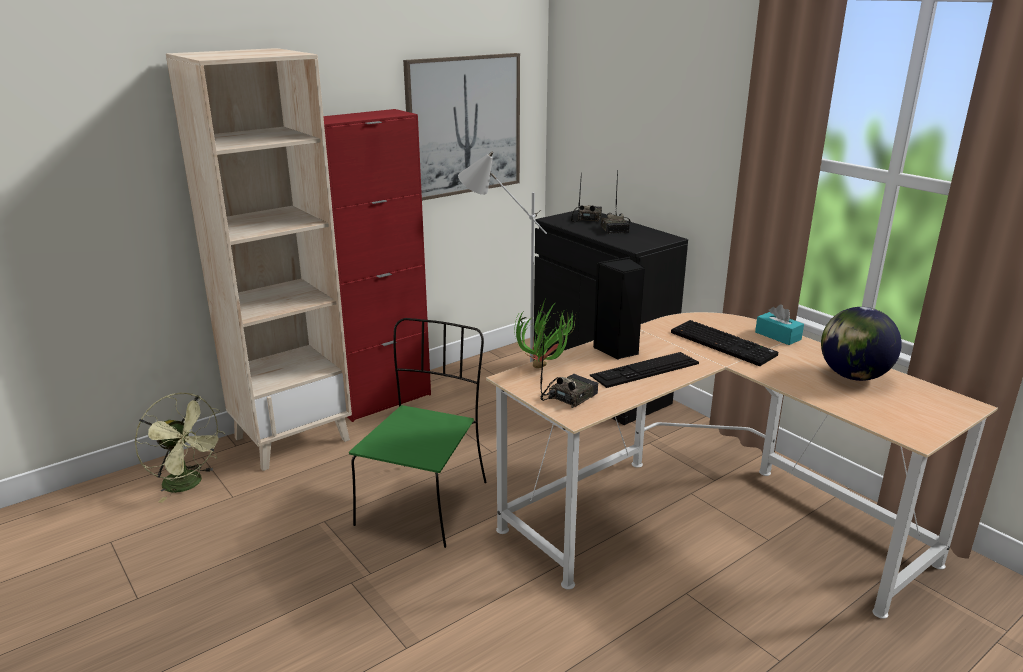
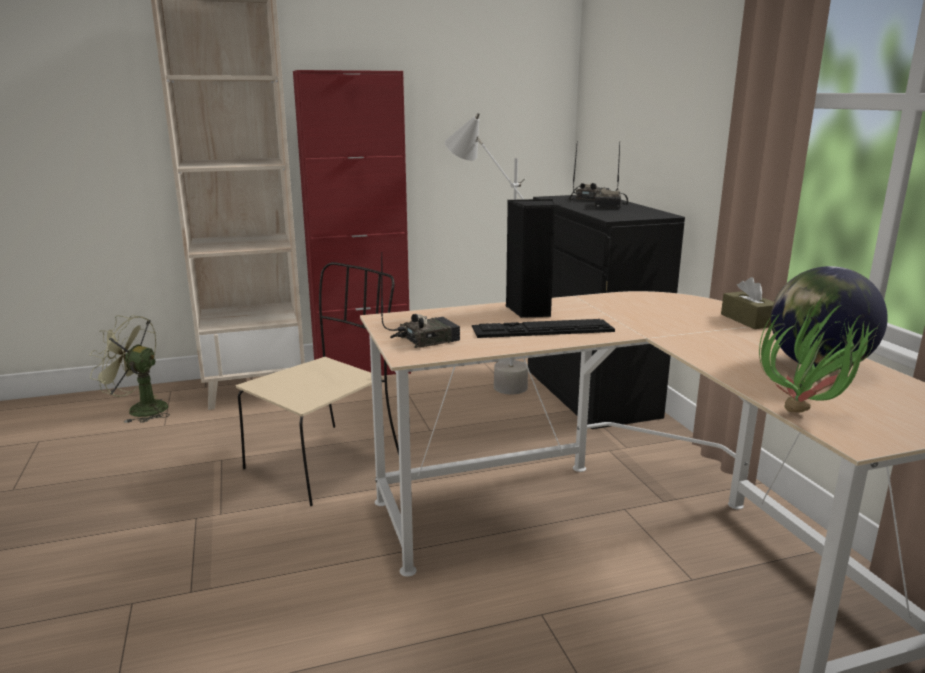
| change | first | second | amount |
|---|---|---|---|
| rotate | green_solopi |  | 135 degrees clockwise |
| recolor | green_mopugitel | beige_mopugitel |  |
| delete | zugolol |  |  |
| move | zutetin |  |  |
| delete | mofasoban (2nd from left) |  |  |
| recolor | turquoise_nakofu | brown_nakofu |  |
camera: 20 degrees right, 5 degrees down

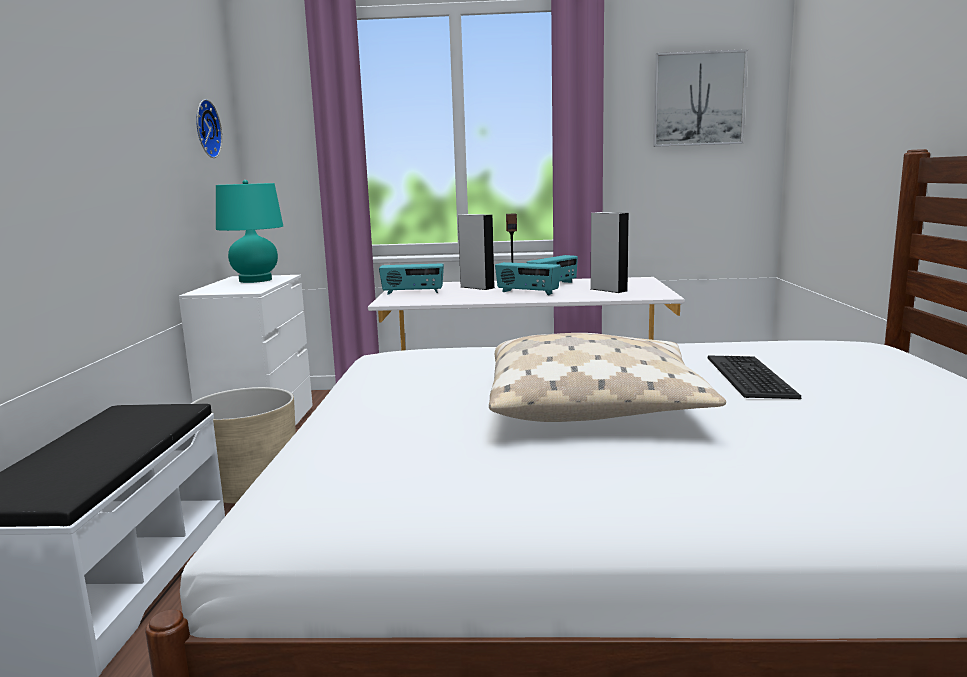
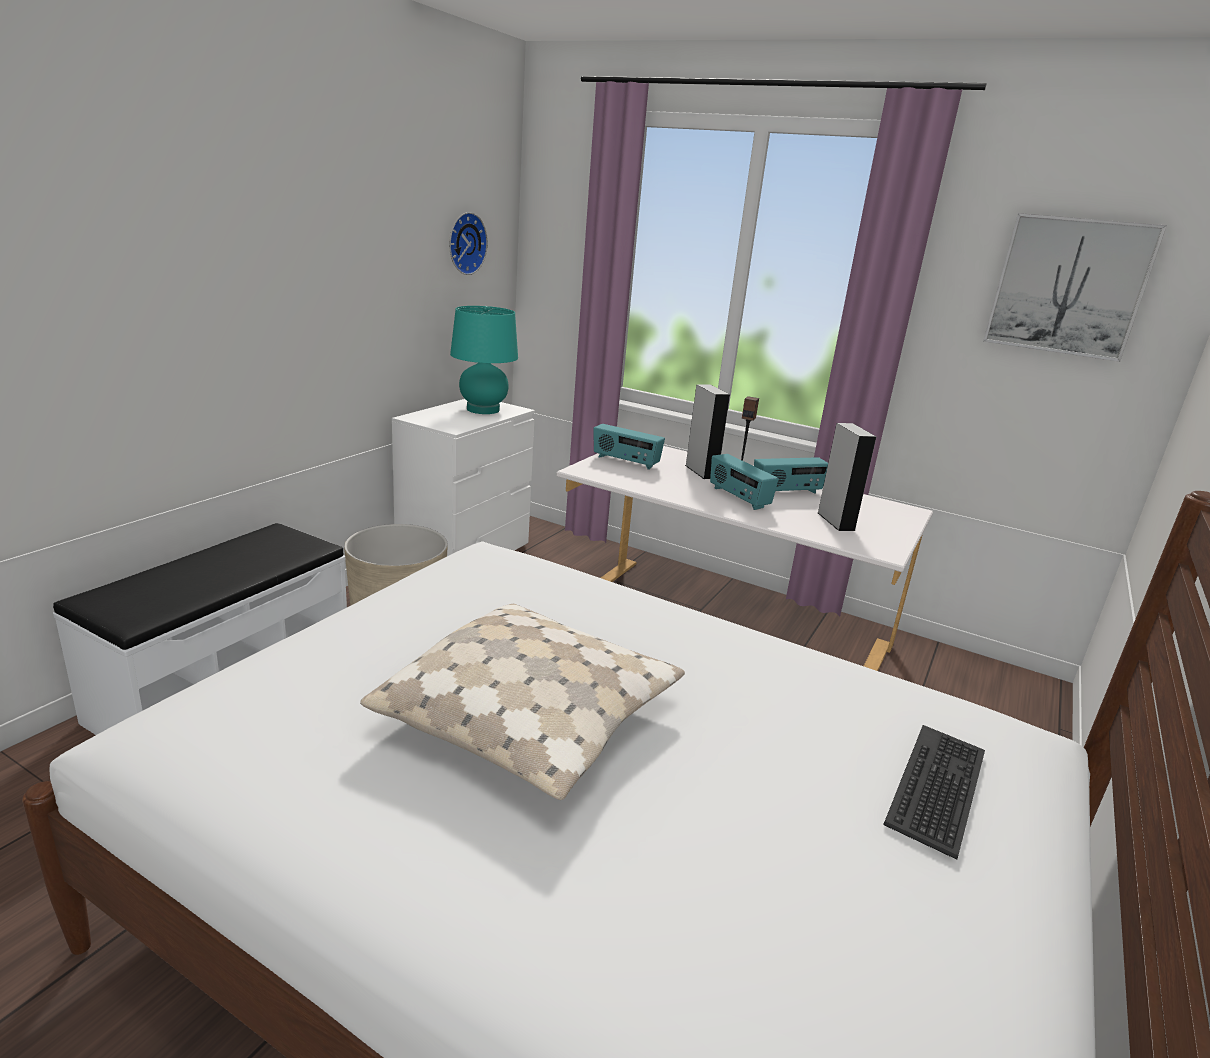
| change | first | second | amount |
|---|---|---|---|
| move | mofasoban |  |  |
camera: 25 degrees right, 10 degrees up

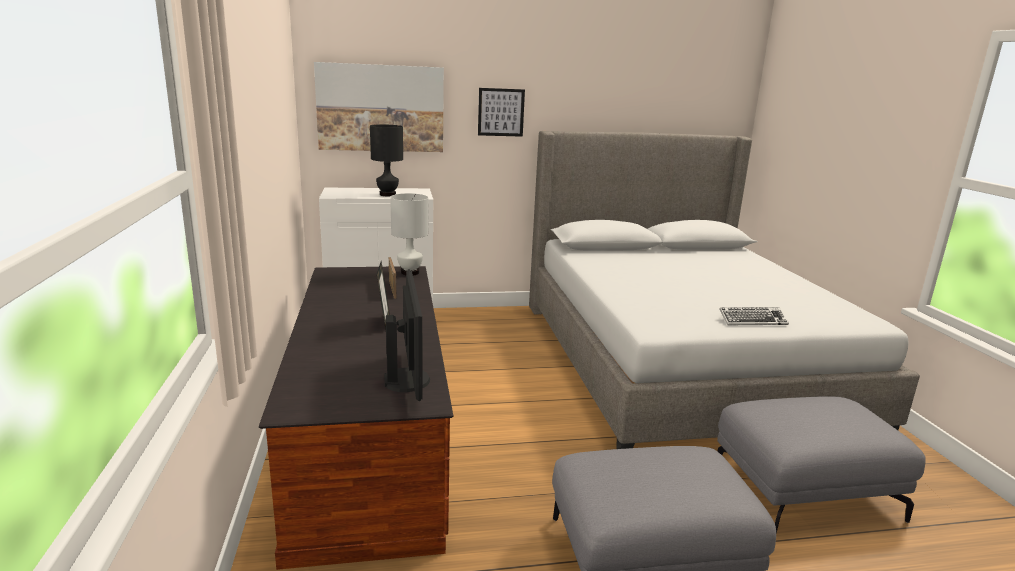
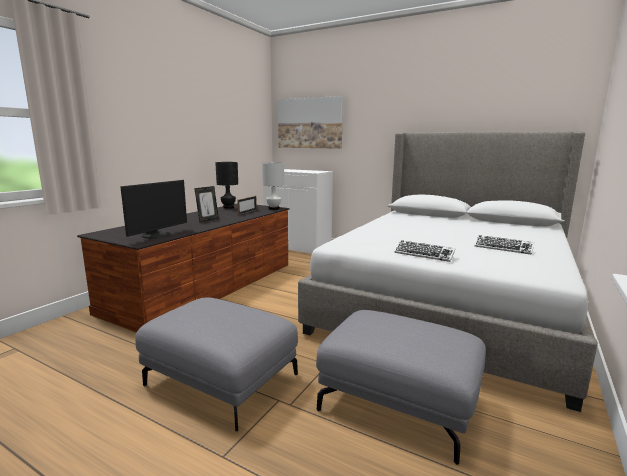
| change | first | second | amount |
|---|---|---|---|
| move | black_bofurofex |  |  |
| delete | zugolol (2nd from left) |  |  |
| insert |  | mofasoban (2nd from left) |  |
camera: 40 degrees right, 5 degrees down

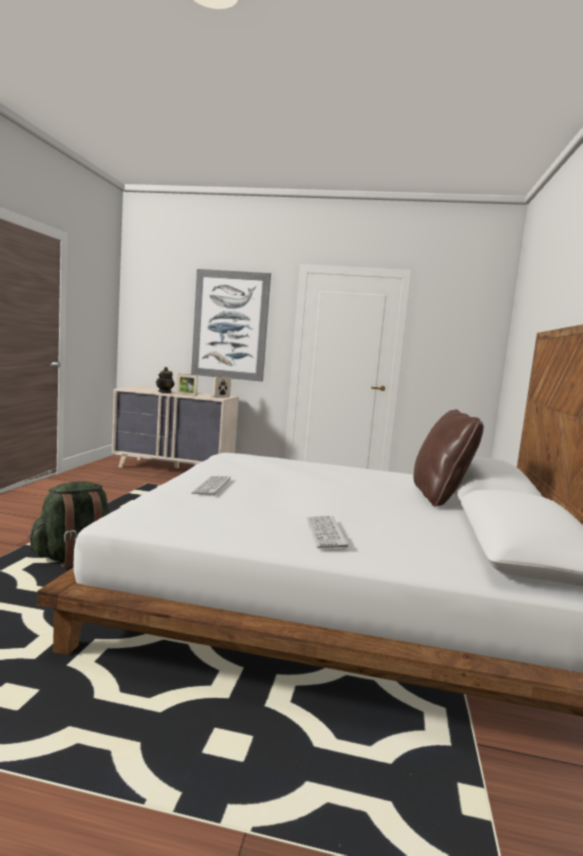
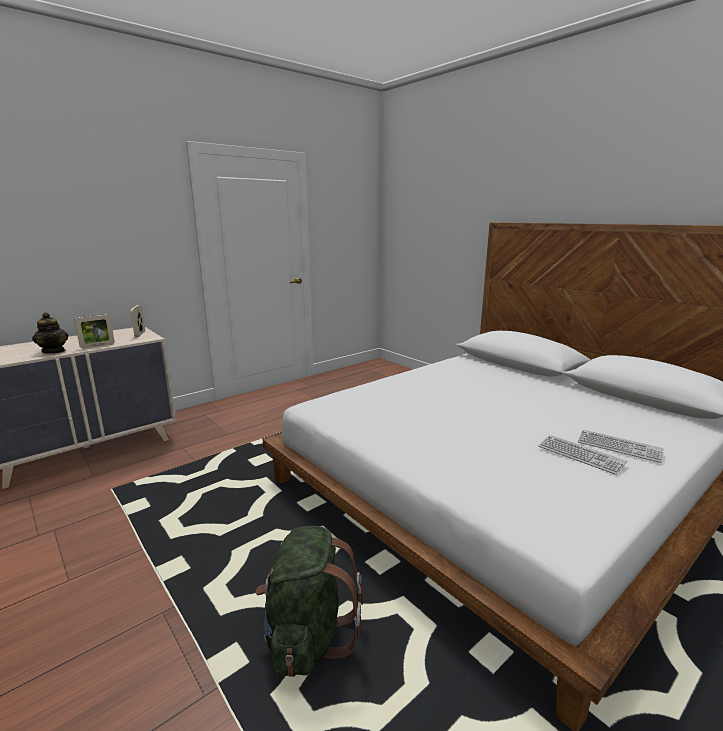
| change | first | second | amount |
|---|---|---|---|
| delete | zugolol |  |  |
| move | mofasoban (1st from left) |  |  |
| delete | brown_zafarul |  |  |
camera: 50 degrees left, 10 degrees up

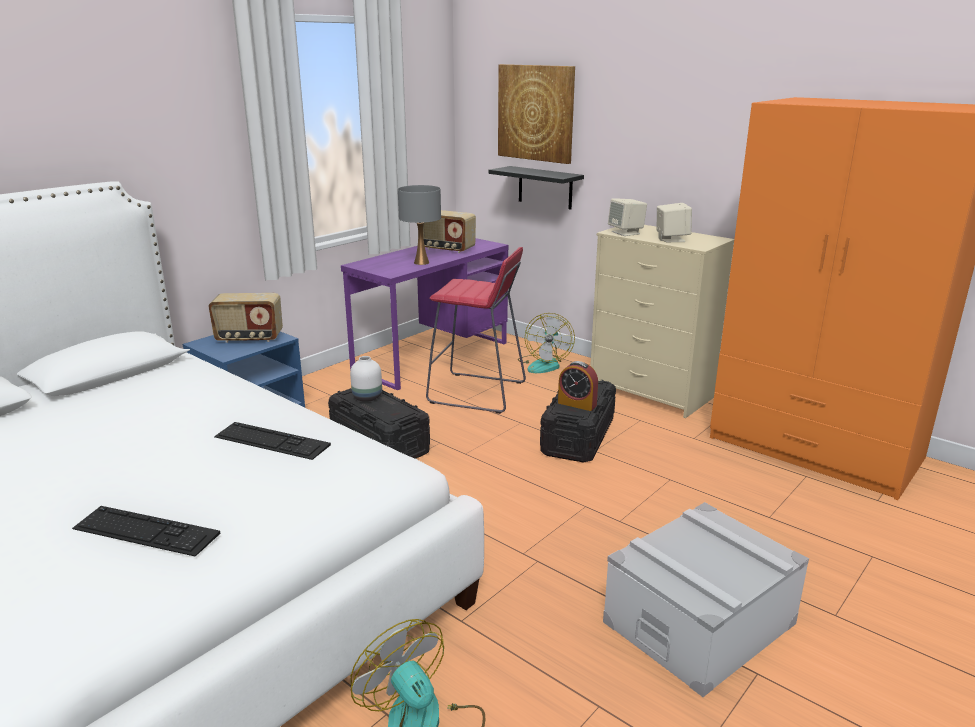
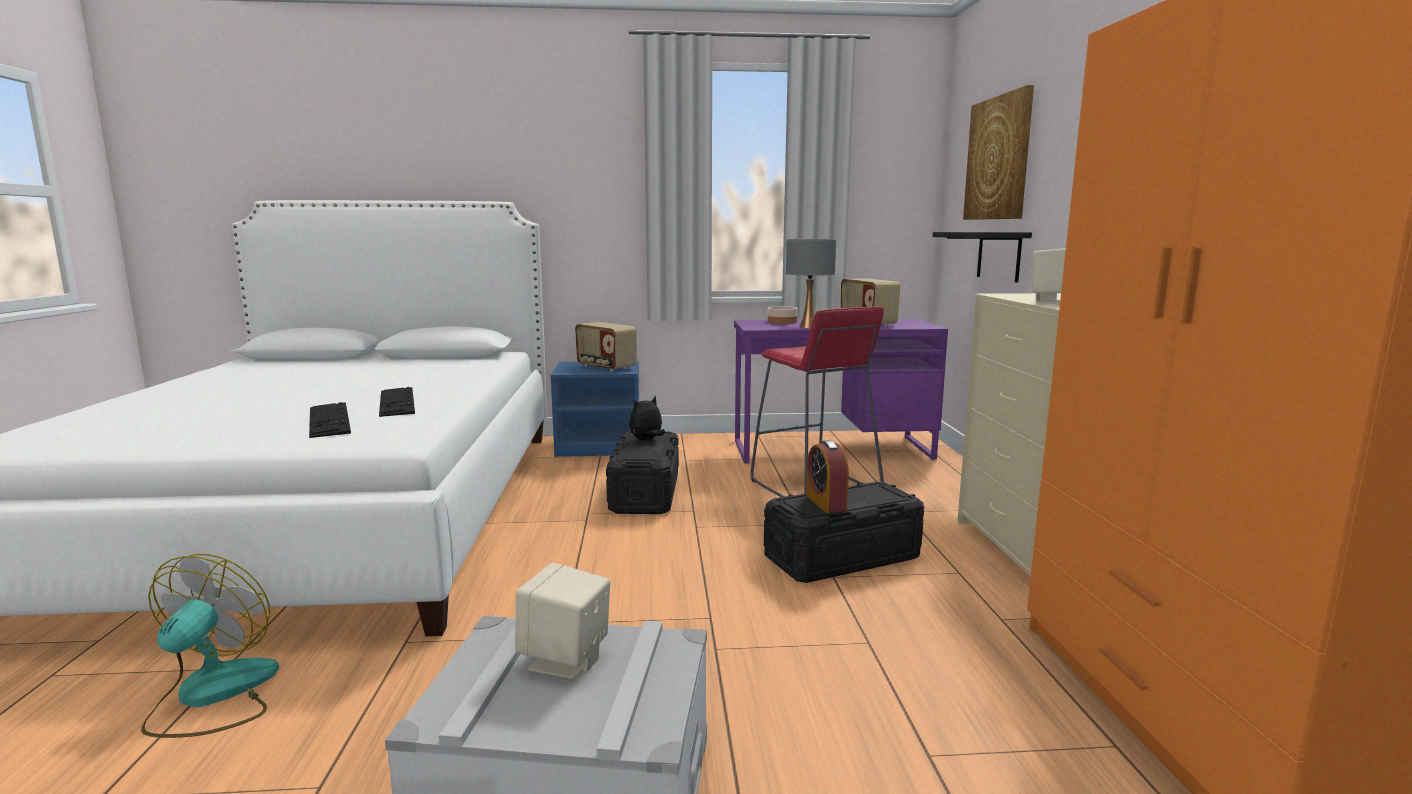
| change | first | second | amount |
|---|---|---|---|
| move | mofasoban (1st from left) |  |  |
| replace | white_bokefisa | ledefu |  |
| delete | solopi (2nd from left) |  |  |
| move | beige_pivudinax (1st from left) |  |  |
| insert |  | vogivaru |  |
camera: 45 degrees right, 10 degrees down

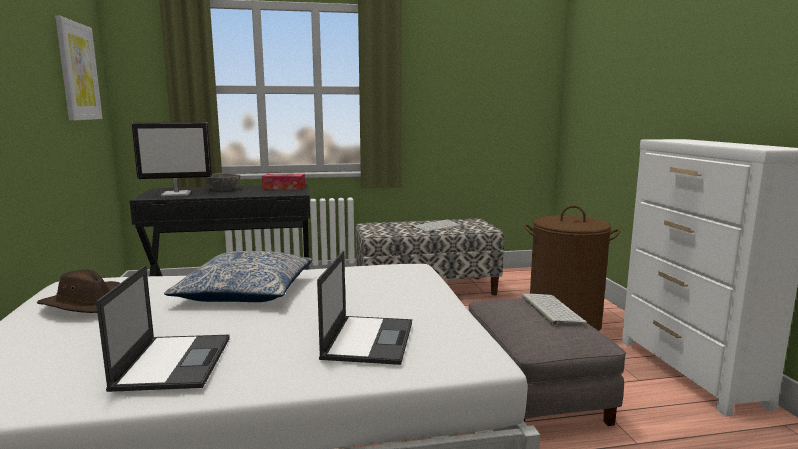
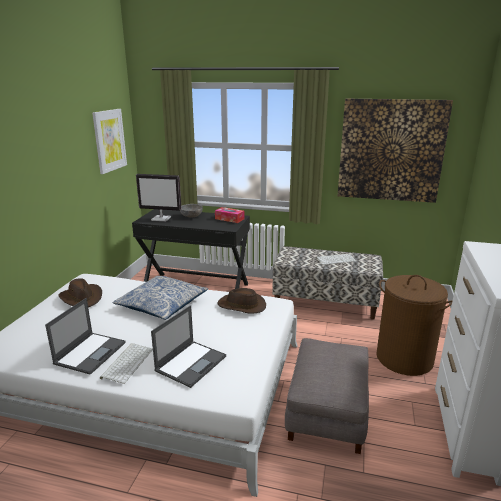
| change | first | second | amount |
|---|---|---|---|
| move | mofasoban (2nd from left in the first image) | mofasoban (1st from left) |  |
| insert |  | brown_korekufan (2nd from left) |  |
| insert |  | zugolol (2nd from left) |  |
camera: 25 degrees right, 10 degrees up

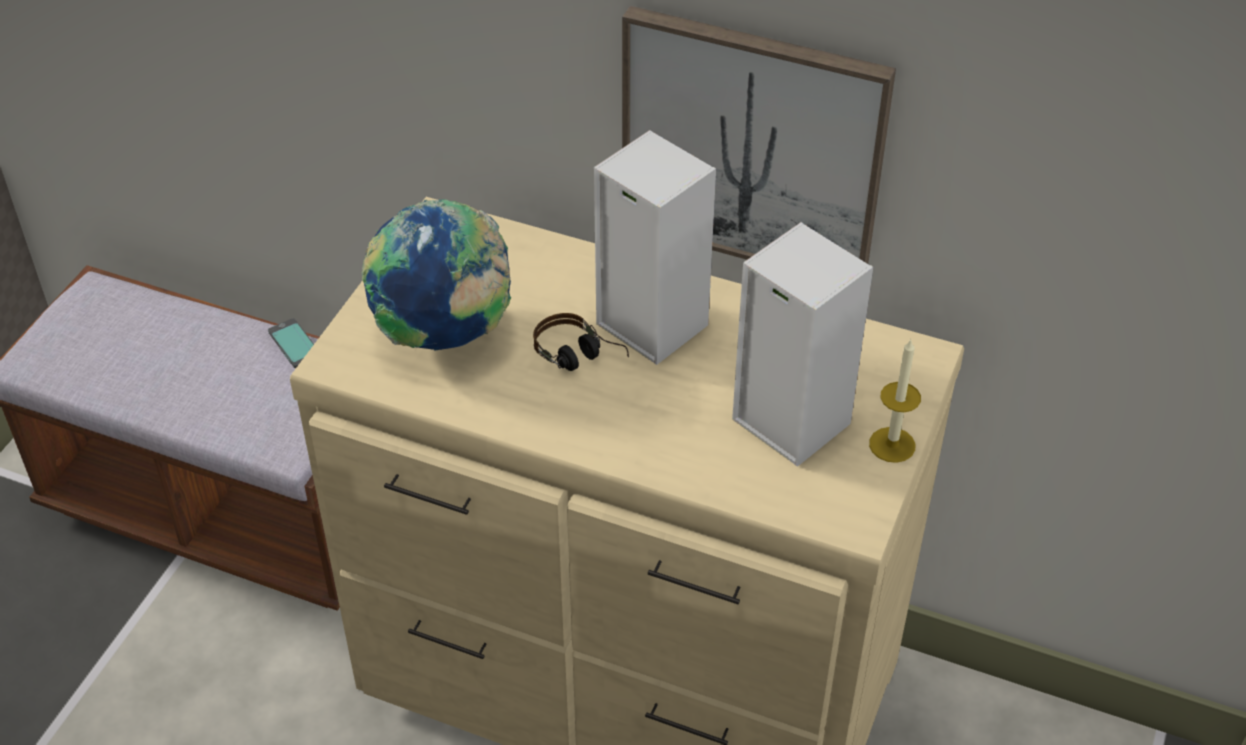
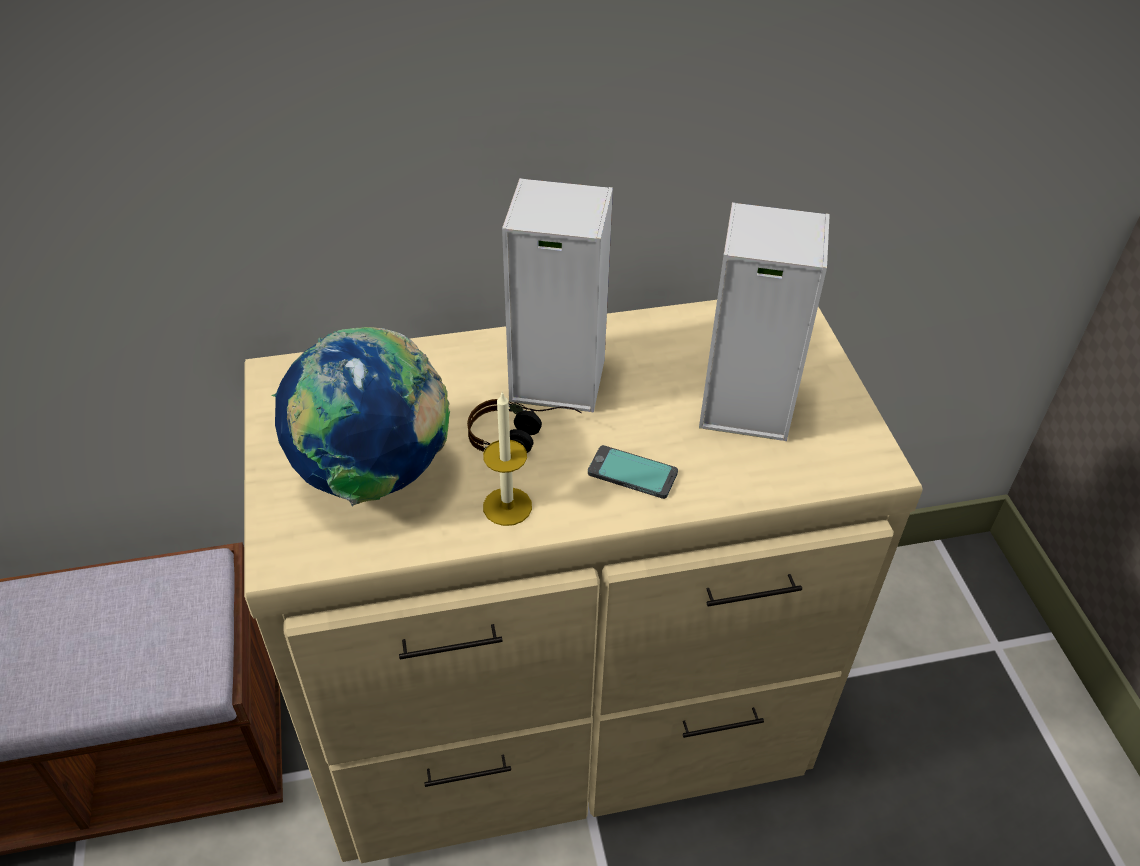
| change | first | second | amount |
|---|---|---|---|
| move | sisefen |  |  |
| delete | zugolol |  |  |
| move | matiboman |  |  |
camera: 35 degrees left, 0 degrees up

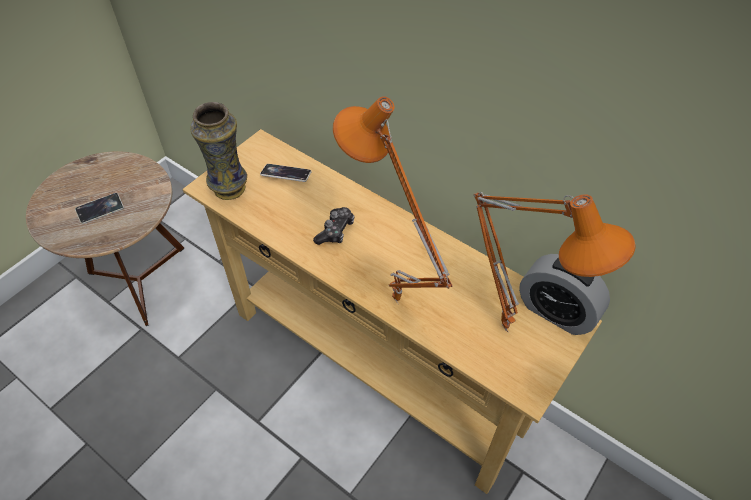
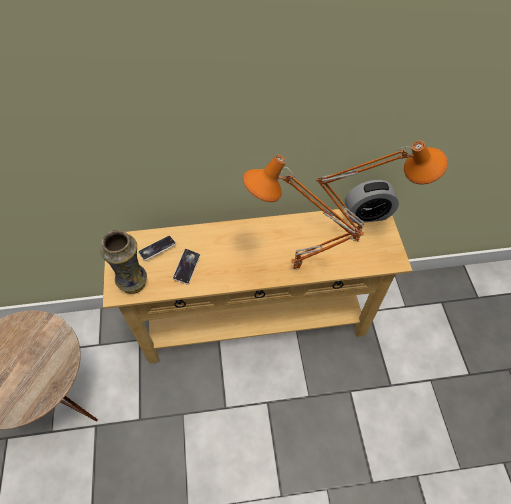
| change | first | second | amount |
|---|---|---|---|
| move | sisefen (1st from left in the first image) | sisefen (2nd from left) |  |
| delete | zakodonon |  |  |
camera: 45 degrees left, 5 degrees up

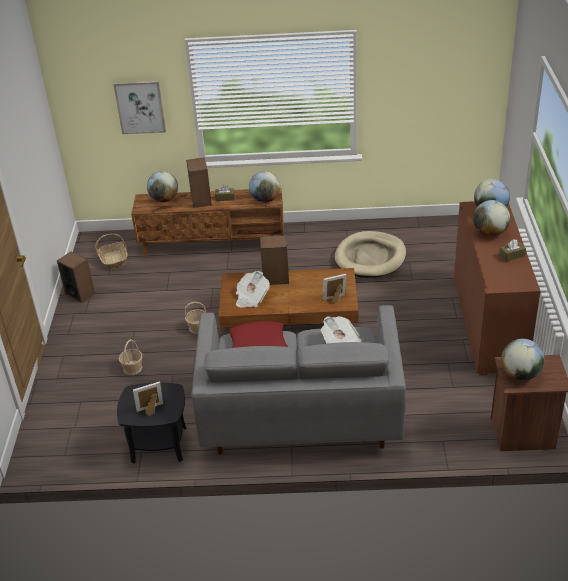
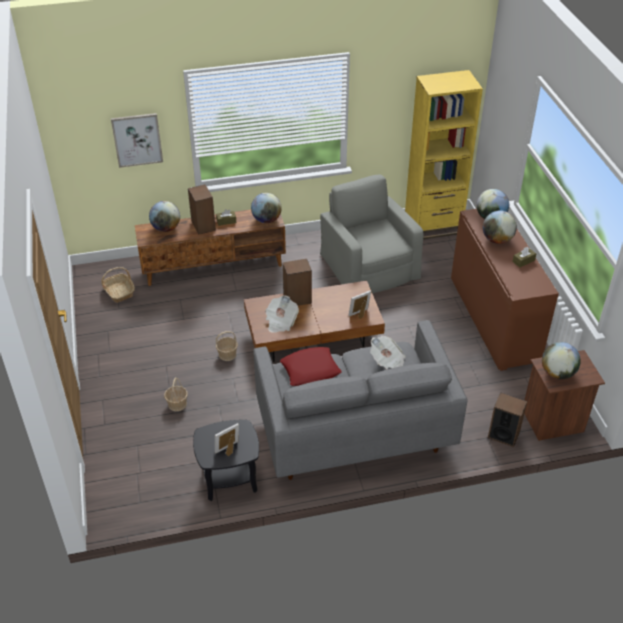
| change | first | second | amount |
|---|---|---|---|
| move | pivudinax (1st from left in the first image) | pivudinax (3rd from left) |  |
| replace | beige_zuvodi | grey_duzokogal |  |
| insert |  | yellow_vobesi |  |
camera: 15 degrees left, 5 degrees up

